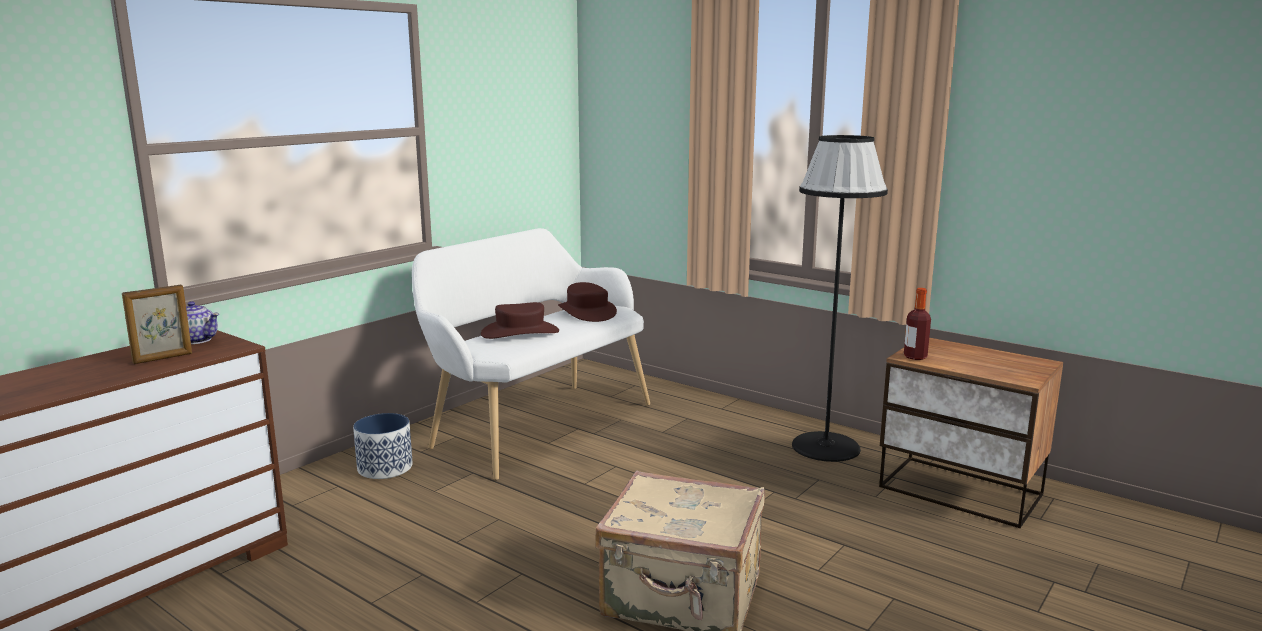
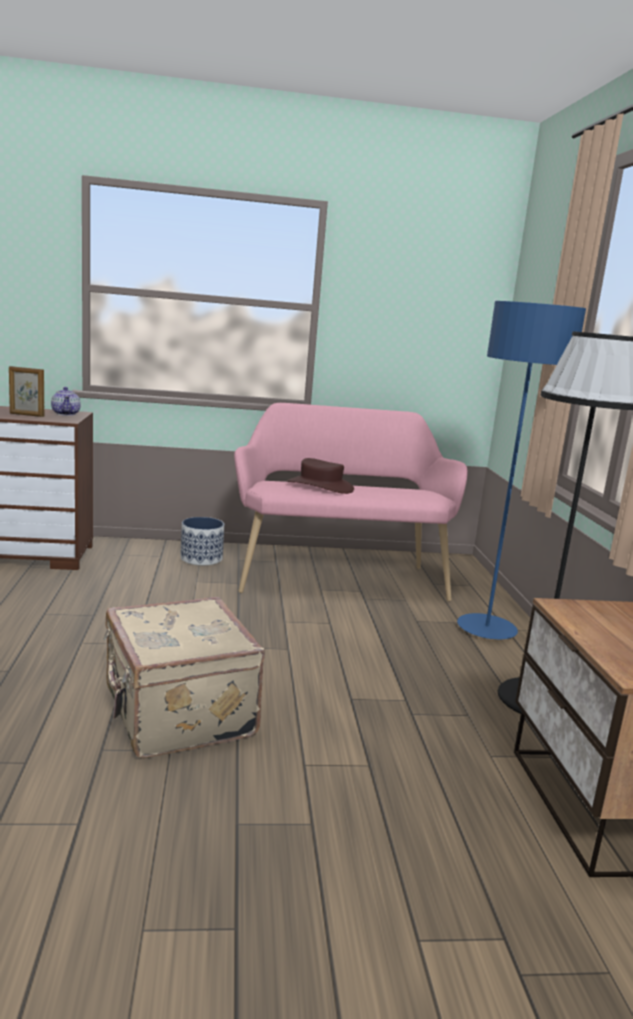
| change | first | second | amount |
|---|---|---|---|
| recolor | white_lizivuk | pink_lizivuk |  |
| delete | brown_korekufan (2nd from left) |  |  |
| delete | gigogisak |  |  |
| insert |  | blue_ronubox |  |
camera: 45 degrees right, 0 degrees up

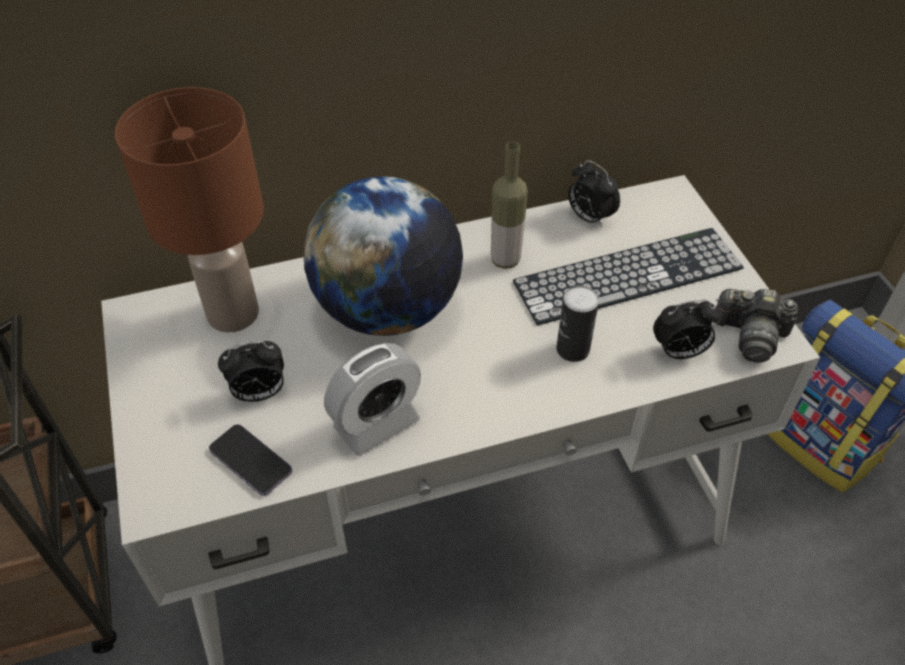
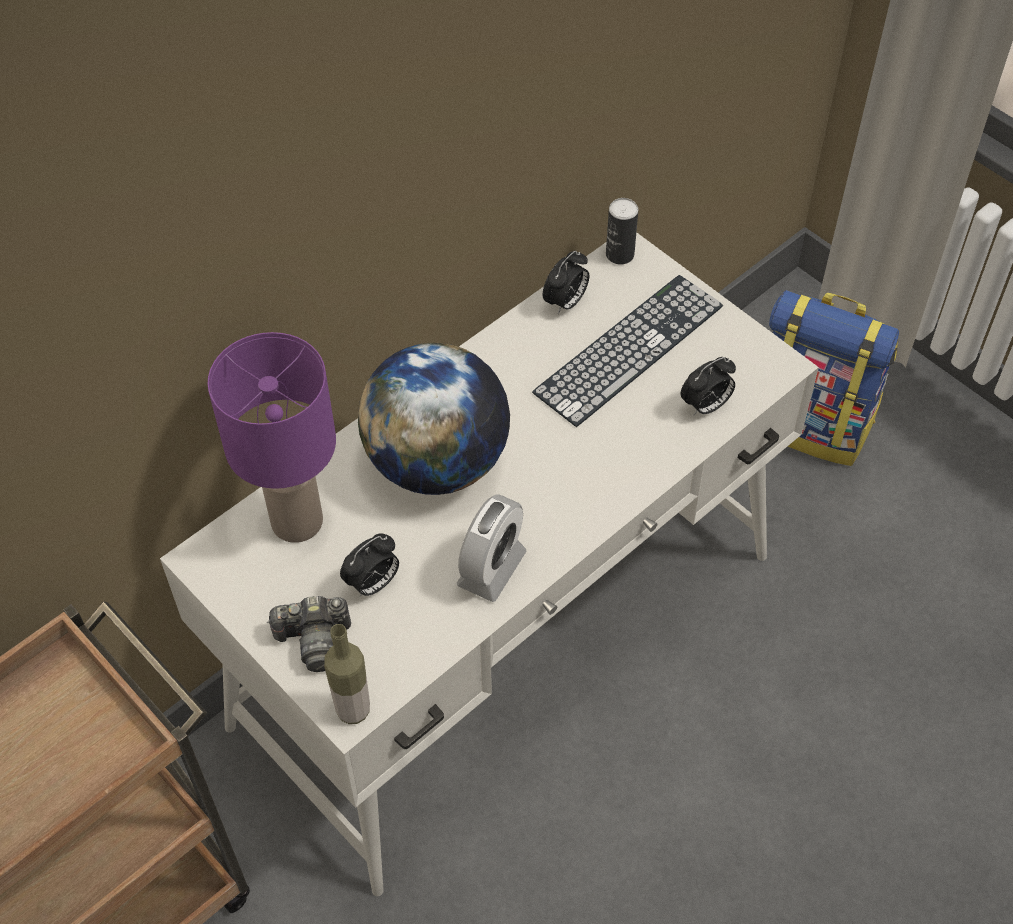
| change | first | second | amount |
|---|---|---|---|
| recolor | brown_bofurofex | purple_bofurofex |  |
| delete | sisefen |  |  |
| move | gigogisak |  |  |
| move | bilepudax |  |  |
| rotate | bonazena (3rd from left) |  | 75 degrees counterclockwise |
| move | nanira |  |  |
camera: 25 degrees left, 5 degrees up

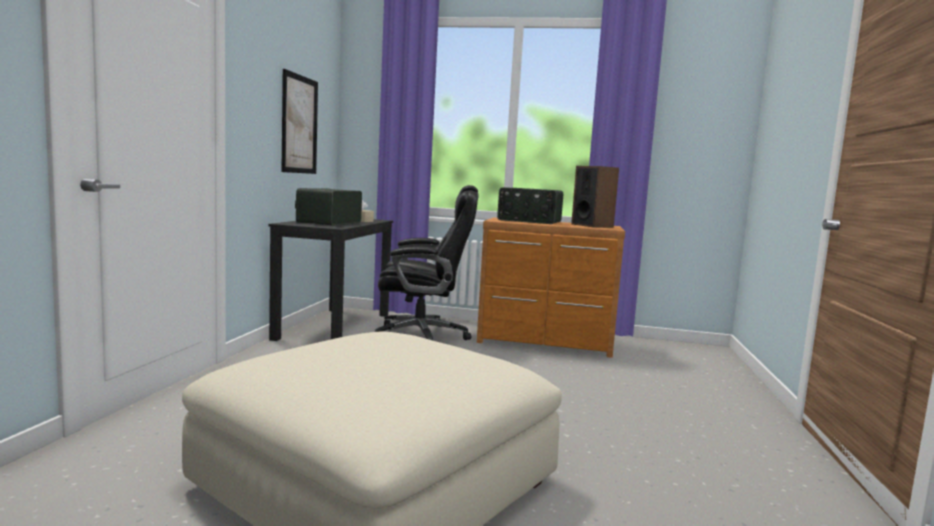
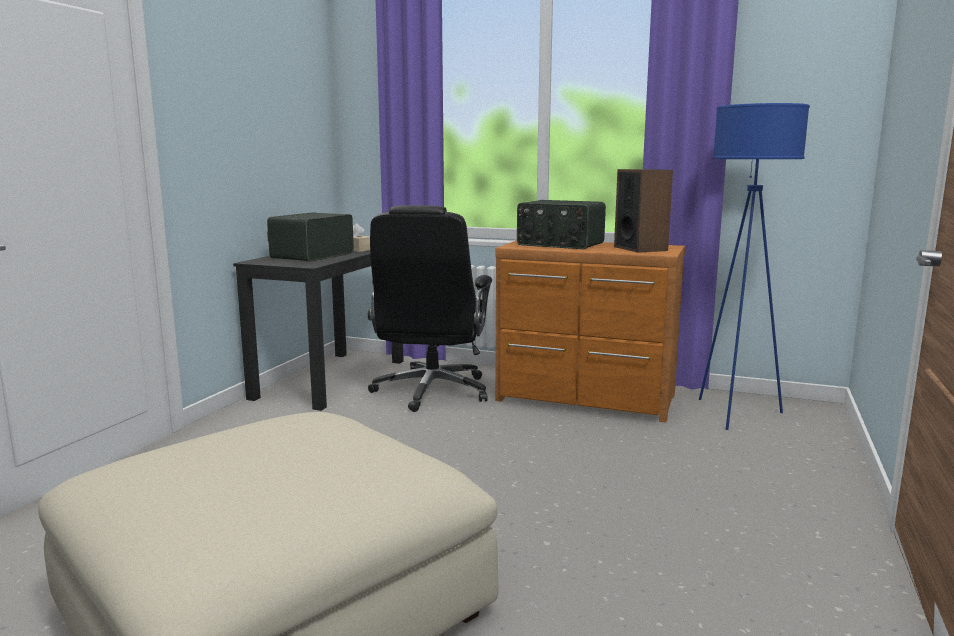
| change | first | second | amount |
|---|---|---|---|
| delete | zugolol |  |  |
| rotate | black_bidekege |  | 90 degrees clockwise |
| insert |  | blue_ronubox |  |
camera: 10 degrees right, 5 degrees up

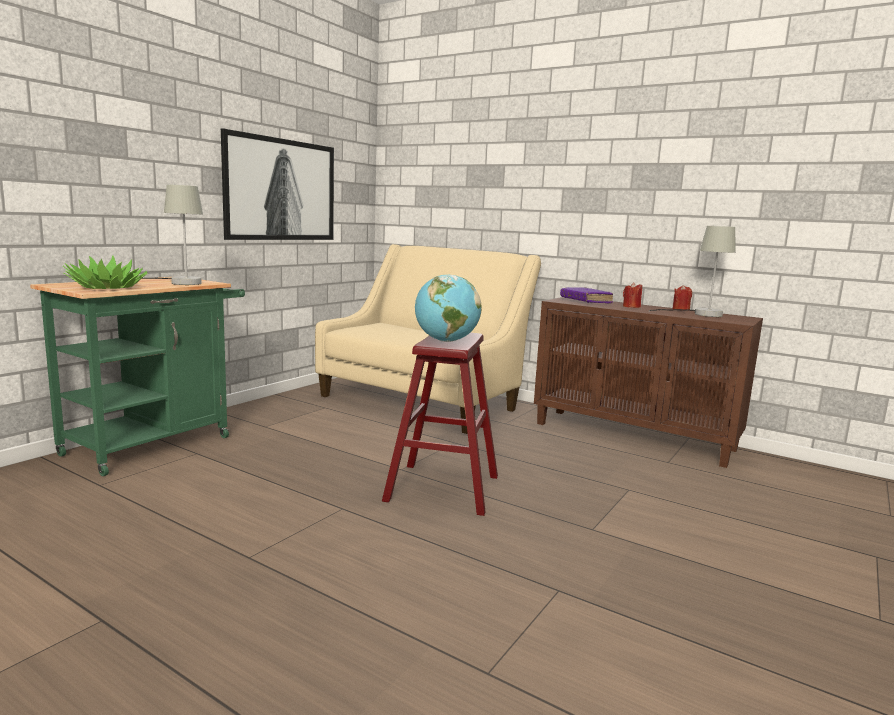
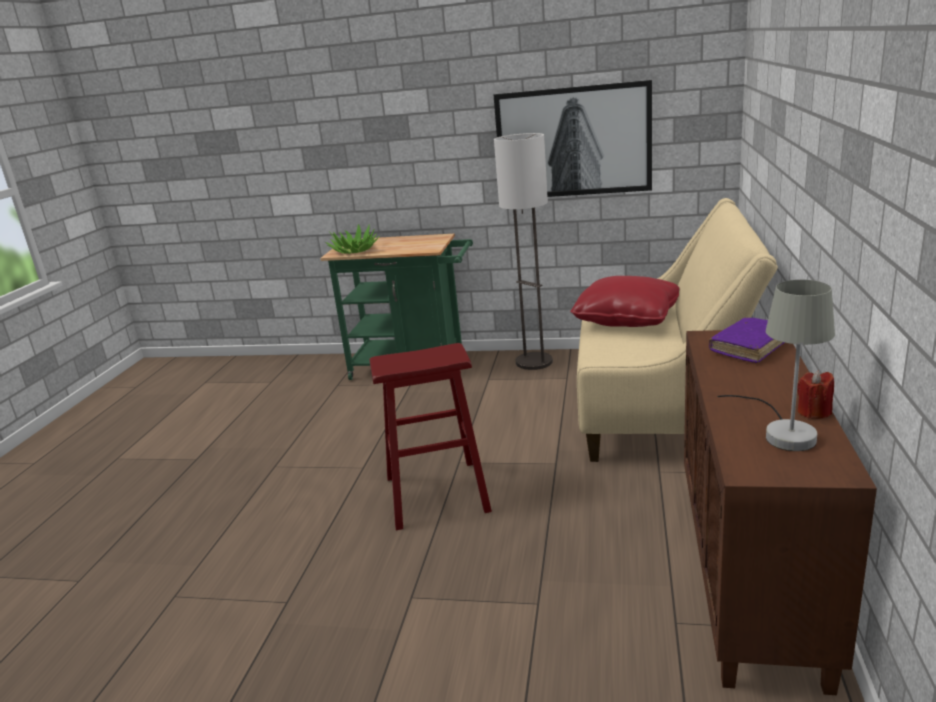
| change | first | second | amount |
|---|---|---|---|
| delete | grey_bofurofex (1st from left) |  |  |
| delete | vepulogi |  |  |
| delete | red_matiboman (1st from left) |  |  |
| insert |  | ronubox |  |
| insert |  | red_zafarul |  |
camera: 70 degrees right, 10 degrees up

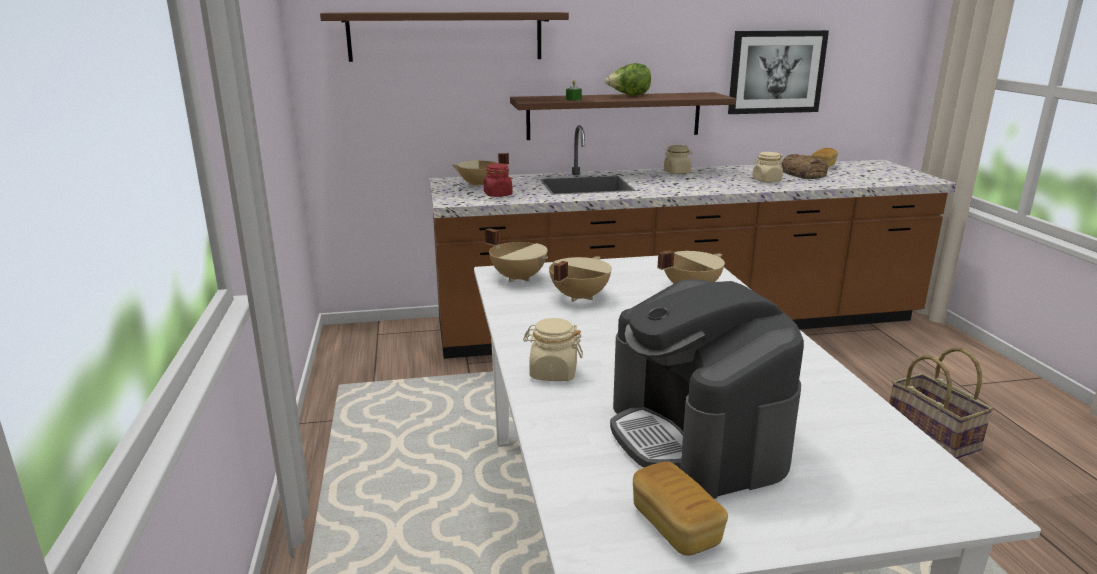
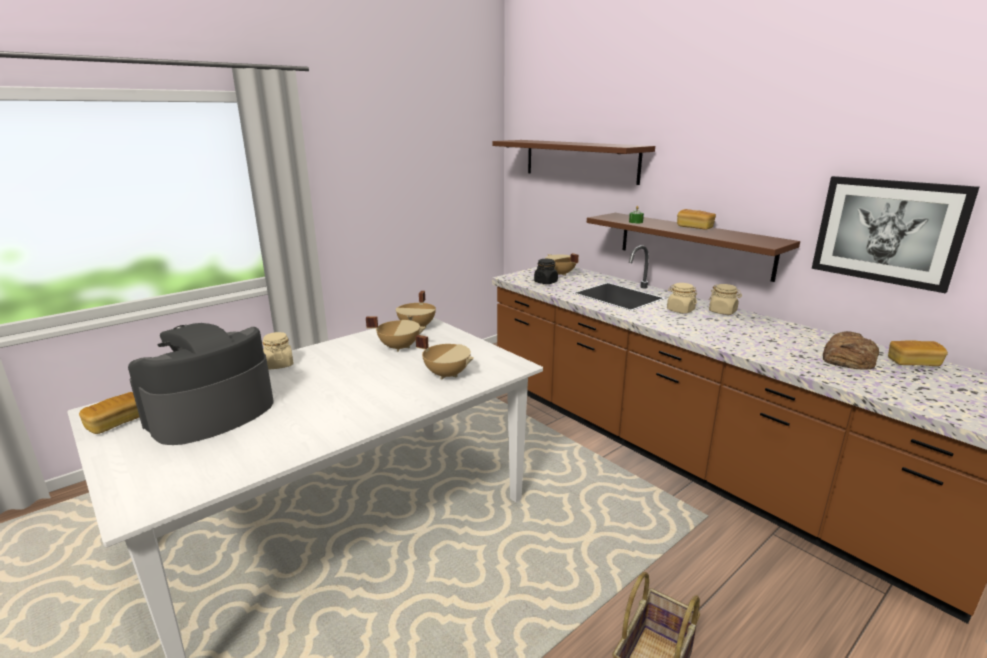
| change | first | second | amount |
|---|---|---|---|
| recolor | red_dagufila | black_dagufila |  |
| replace | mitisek | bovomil (2nd from left) |  |
| move | beige_dagufila (3rd from left in the first image) | beige_dagufila (2nd from left) |  |
camera: 60 degrees right, 0 degrees up

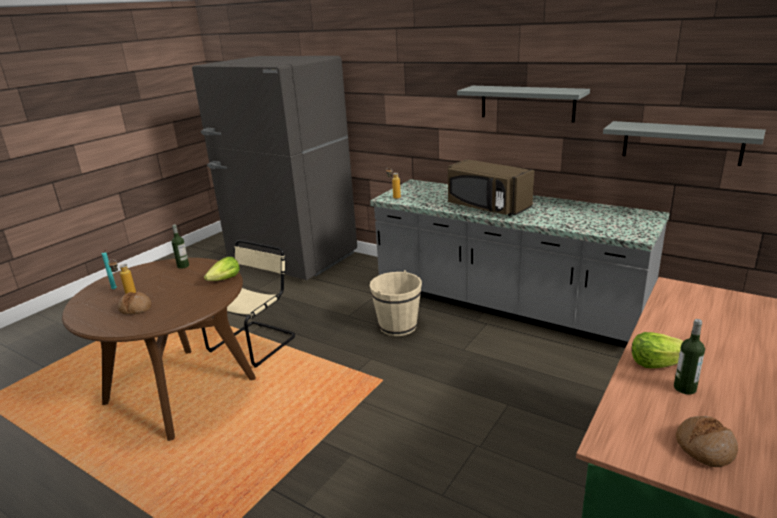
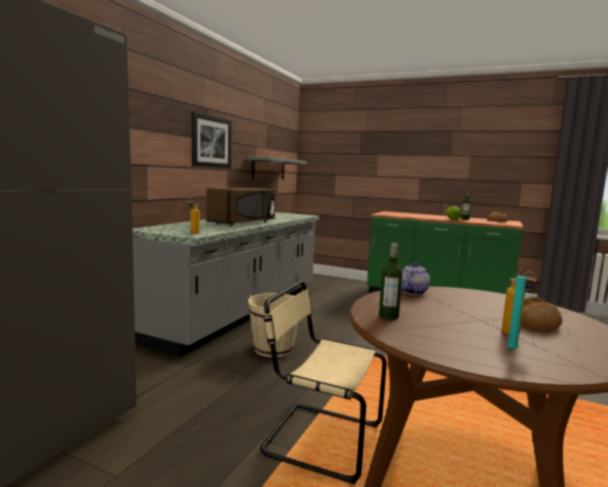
| change | first | second | amount |
|---|---|---|---|
| replace | mitisek (1st from left) | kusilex |  |
| replace | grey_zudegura (1st from left) | zugolol |  |
camera: 100 degrees left, 15 degrees down

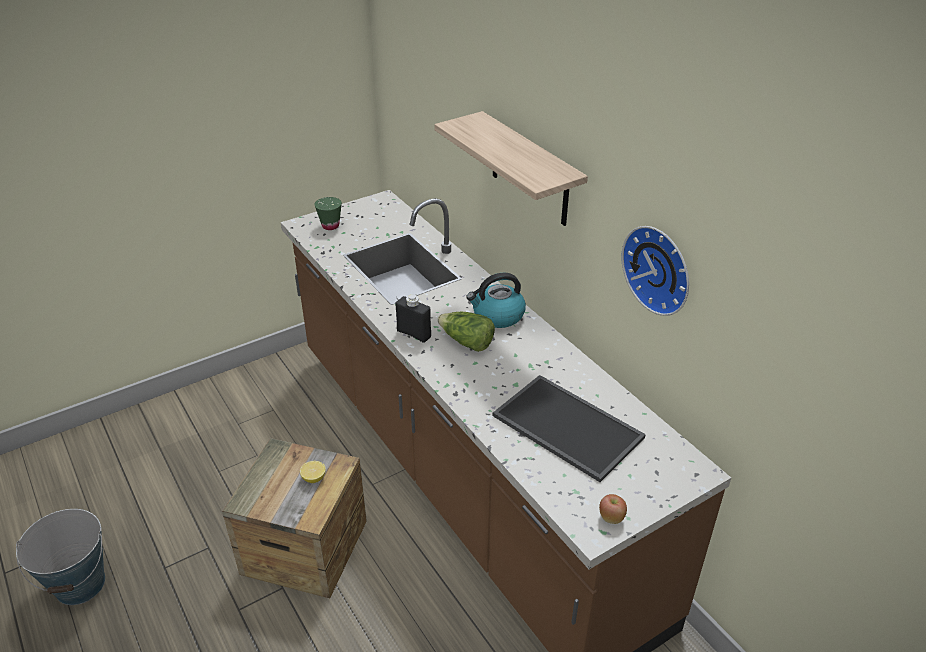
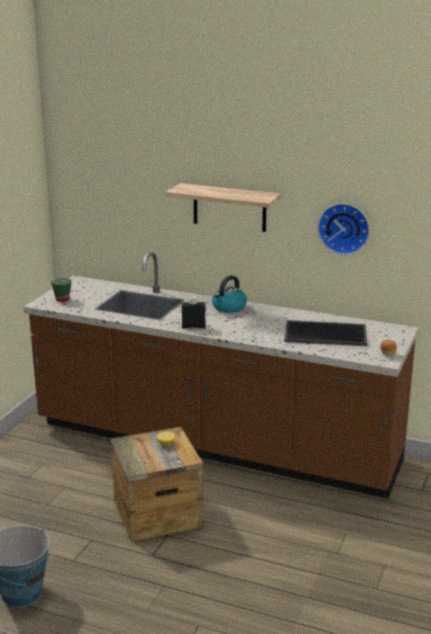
| change | first | second | amount |
|---|---|---|---|
| delete | mitisek |  |  |
camera: 35 degrees left, 15 degrees down

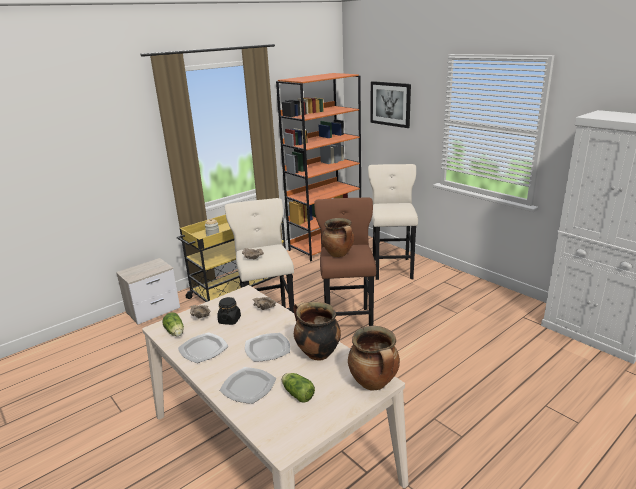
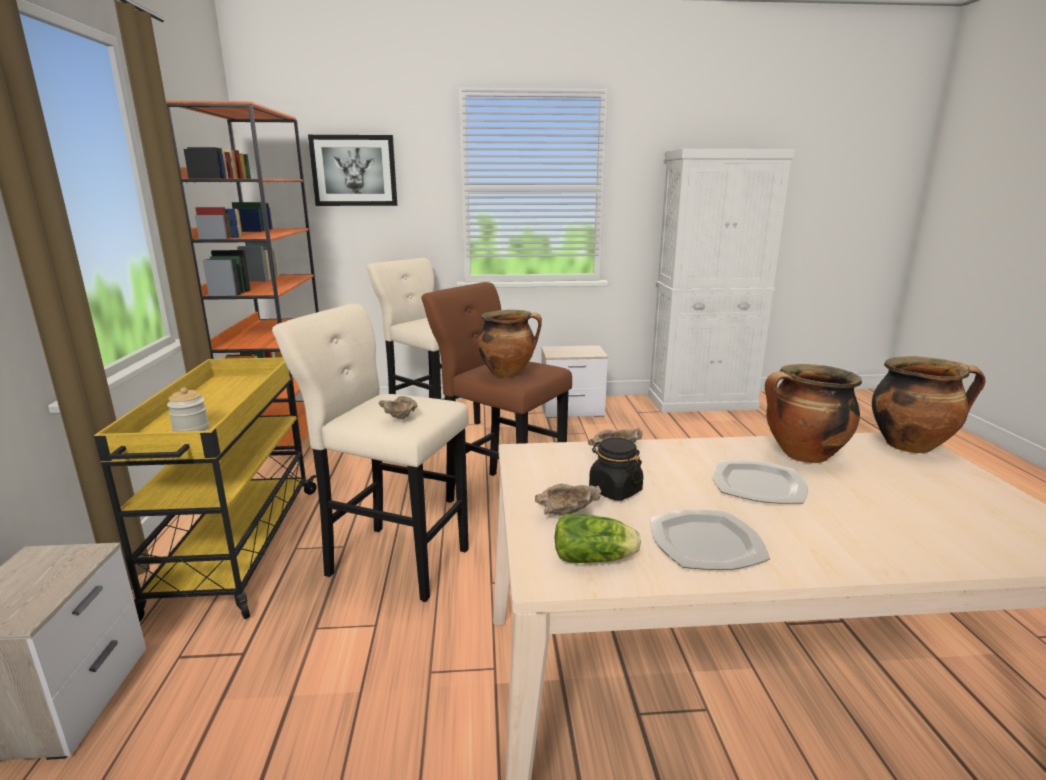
| change | first | second | amount |
|---|---|---|---|
| delete | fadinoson (2nd from left) |  |  |
| delete | mitisek (2nd from left) |  |  |
| insert |  | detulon (2nd from left) |  |
camera: 55 degrees left, 5 degrees down

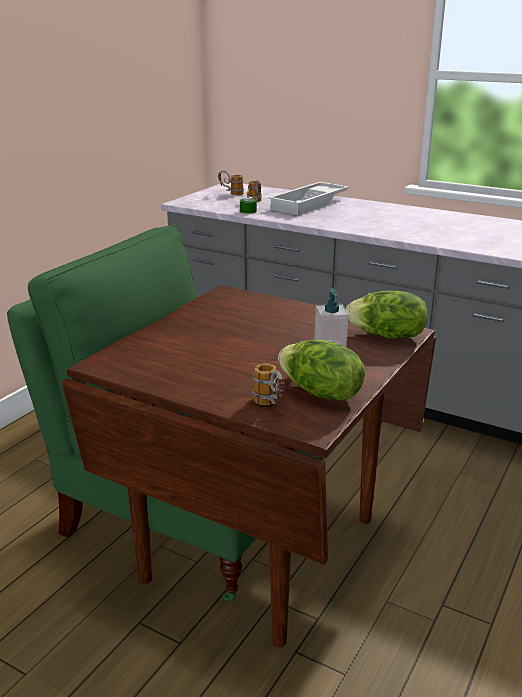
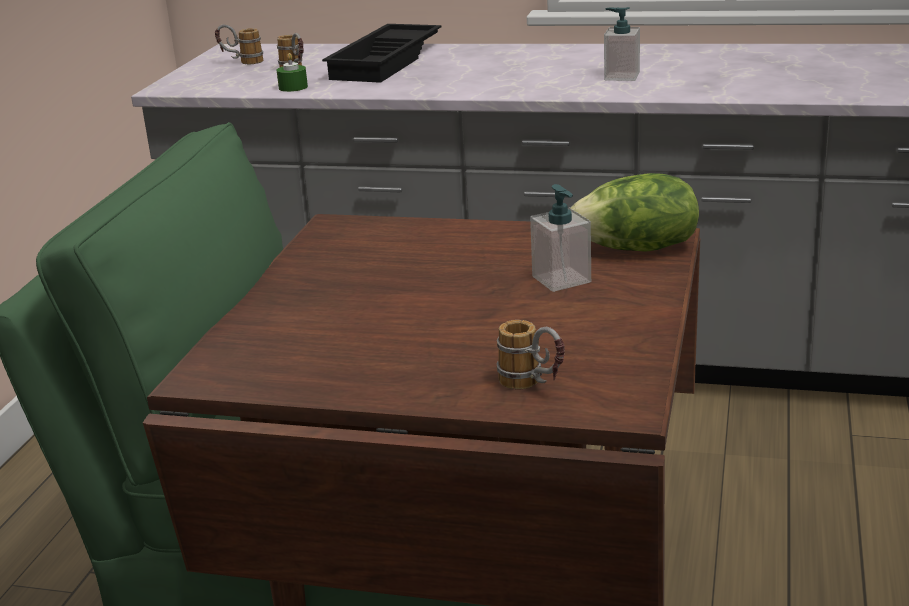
| change | first | second | amount |
|---|---|---|---|
| recolor | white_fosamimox | black_fosamimox |  |
| delete | mitisek (1st from left) |  |  |
| insert |  | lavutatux (2nd from left) |  |
camera: 15 degrees left, 0 degrees up

